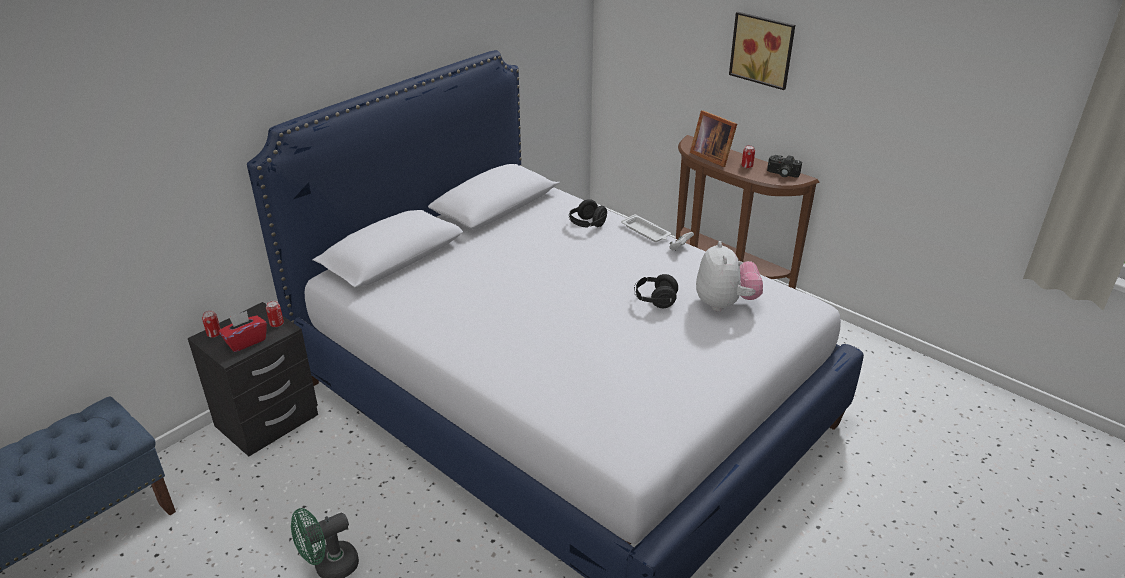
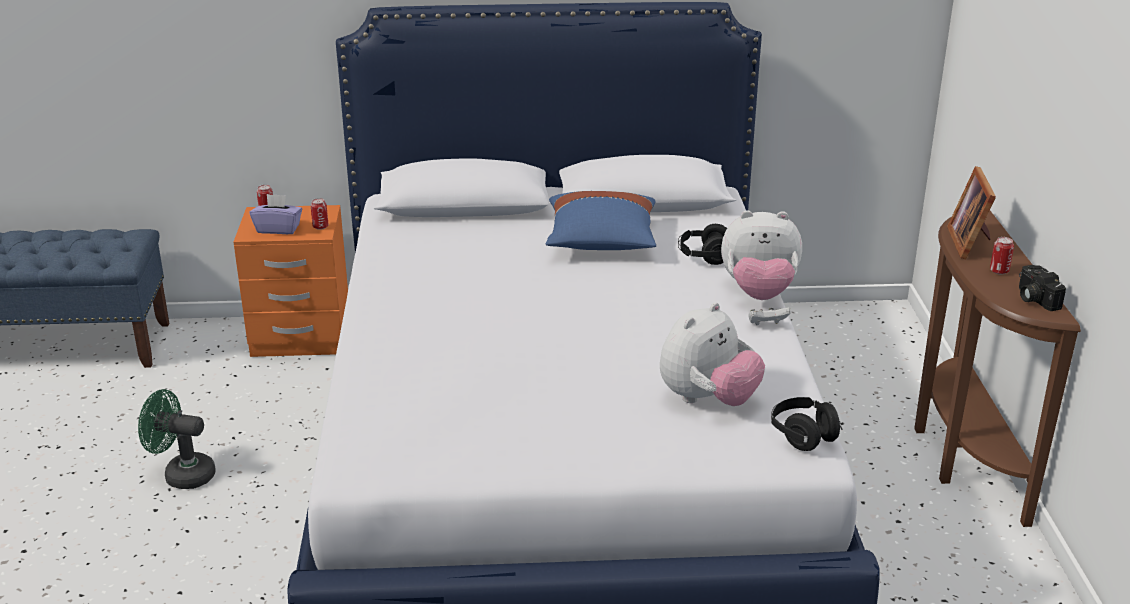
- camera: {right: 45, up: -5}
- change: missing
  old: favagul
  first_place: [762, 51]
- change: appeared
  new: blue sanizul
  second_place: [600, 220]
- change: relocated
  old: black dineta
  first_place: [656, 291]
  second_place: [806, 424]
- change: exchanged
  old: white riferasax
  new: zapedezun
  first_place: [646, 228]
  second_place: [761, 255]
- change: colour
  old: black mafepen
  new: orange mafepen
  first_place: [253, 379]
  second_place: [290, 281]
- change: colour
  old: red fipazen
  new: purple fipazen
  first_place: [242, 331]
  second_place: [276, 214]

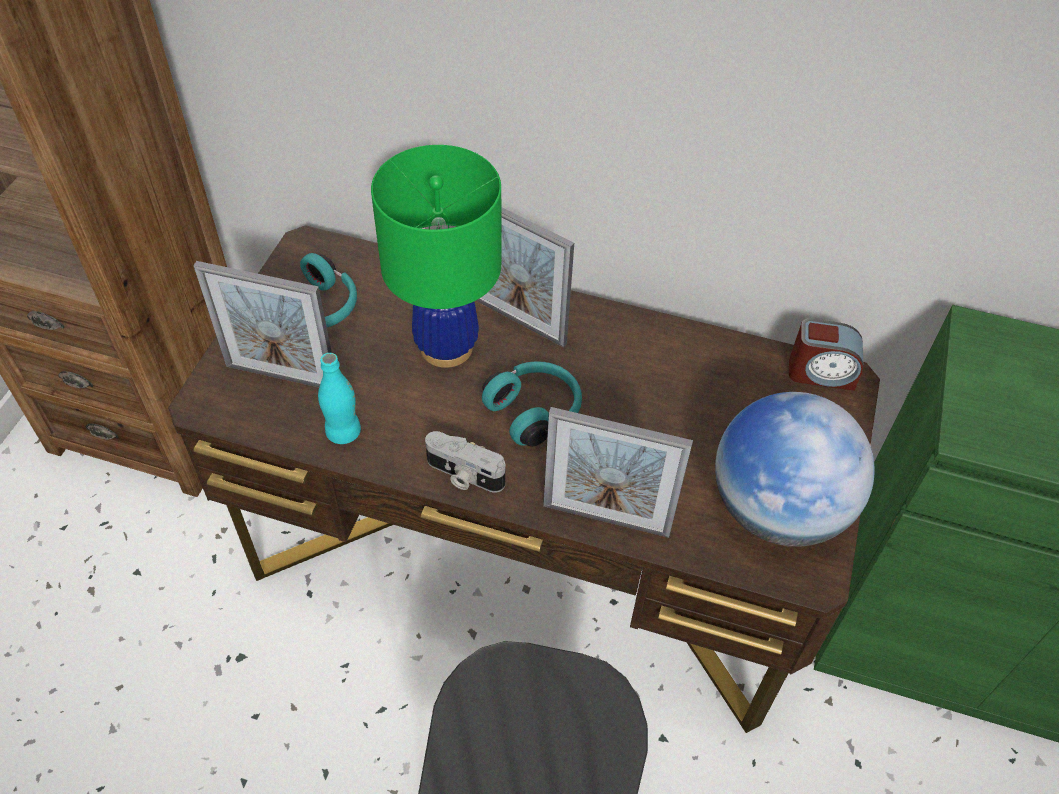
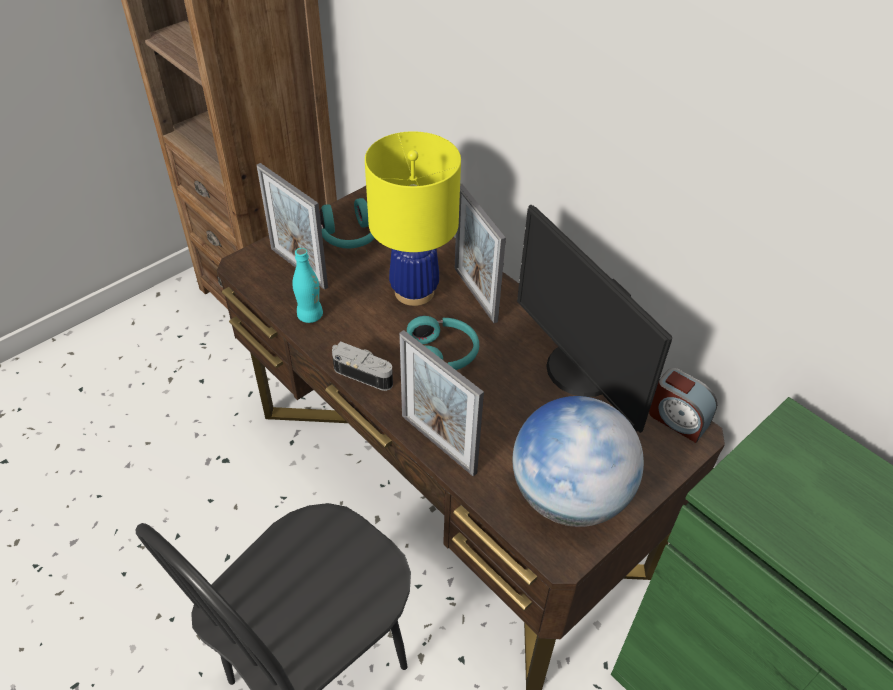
- camera: {right: 30, up: -5}
- change: appeared
  new: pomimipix
  second_place: [594, 319]
- change: colour
  old: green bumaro
  new: yellow bumaro
  first_place: [436, 256]
  second_place: [413, 218]
- change: spun
  old: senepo
  first_place: [465, 462]
  second_place: [362, 366]
  degrees: 150

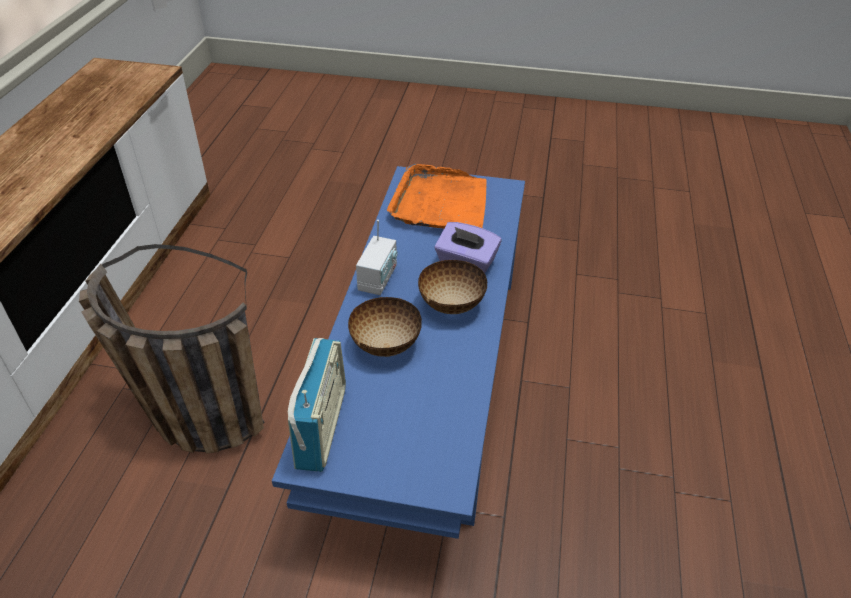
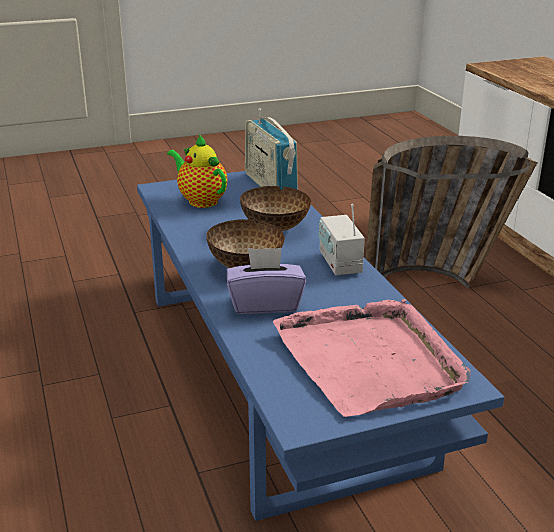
- camera: {right: 150, up: -15}
- change: appeared
  new: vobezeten
  second_place: [197, 171]
- change: colour
  old: orange riferasax
  new: pink riferasax
  first_place: [437, 196]
  second_place: [372, 358]

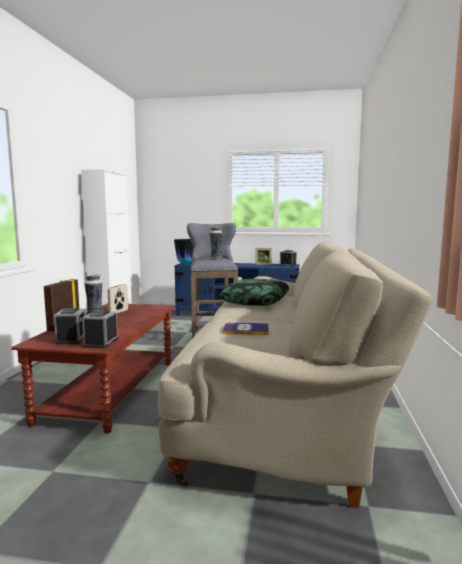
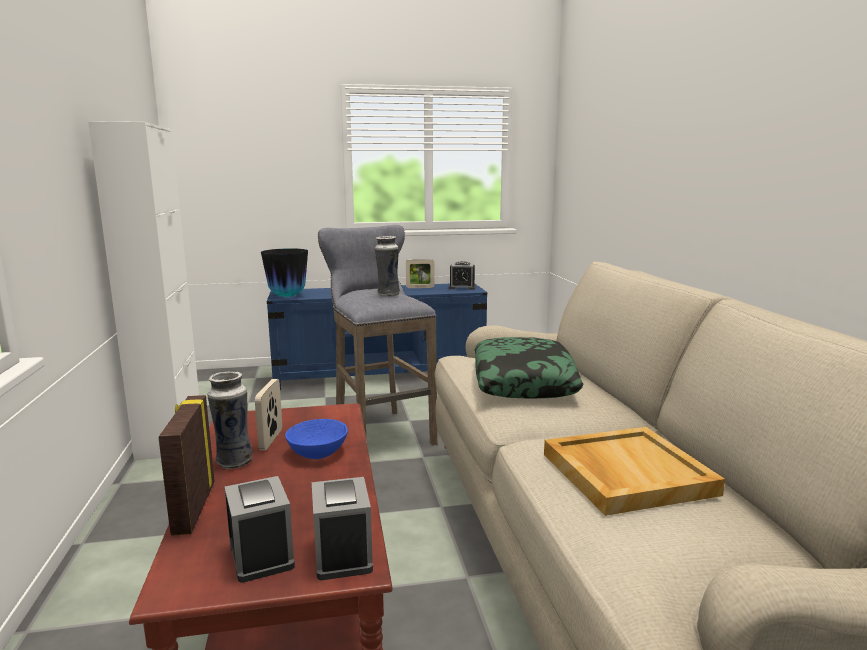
- camera: {right: -20, up: 5}
- change: appeared
  new: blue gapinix
  second_place: [316, 439]
- change: exchanged
  old: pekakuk
  new: beige riferasax
  first_place: [245, 329]
  second_place: [634, 471]

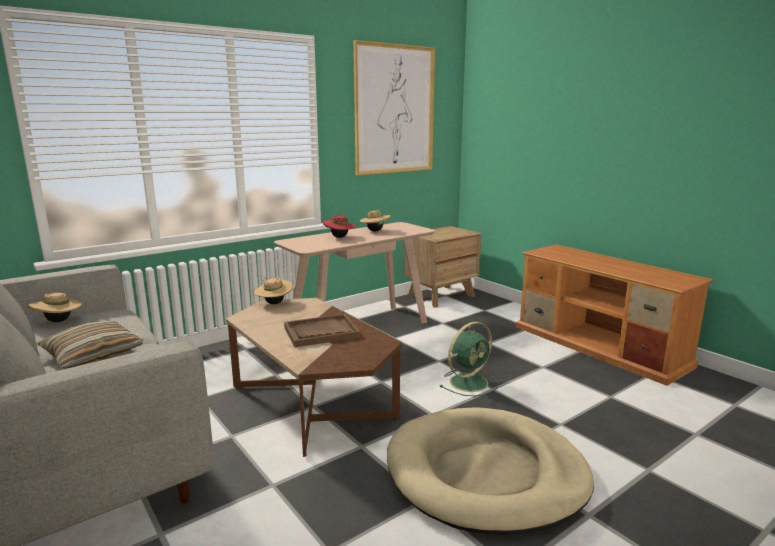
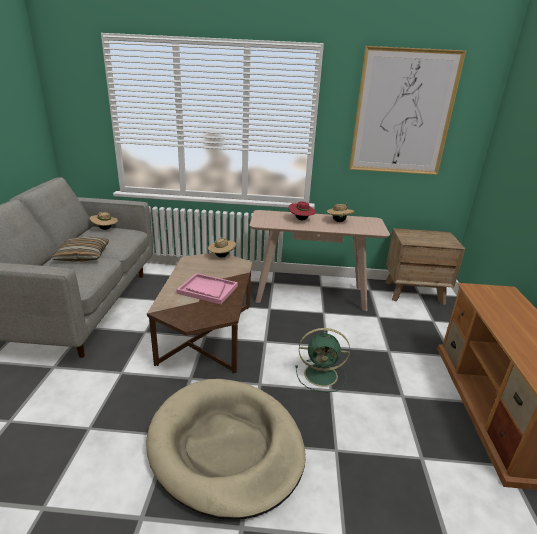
- camera: {right: 40, up: 10}
- change: colour
  old: brown riferasax
  new: pink riferasax
  first_place: [322, 330]
  second_place: [207, 288]

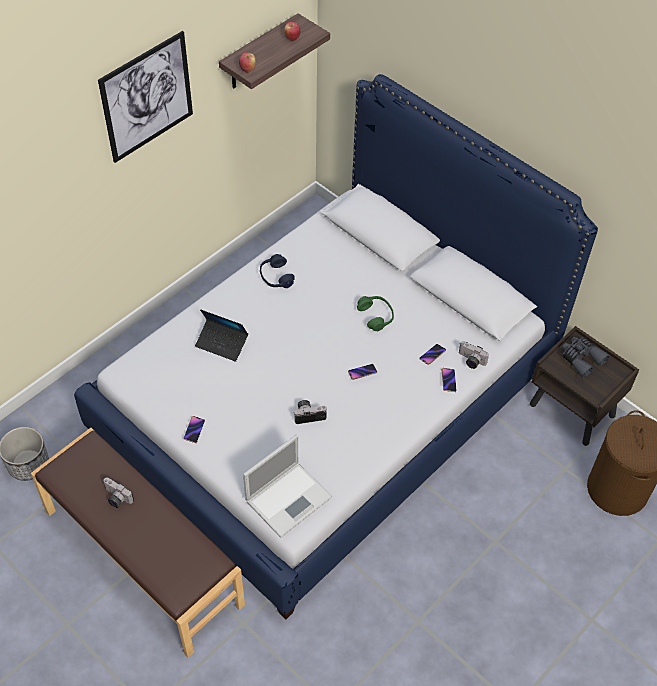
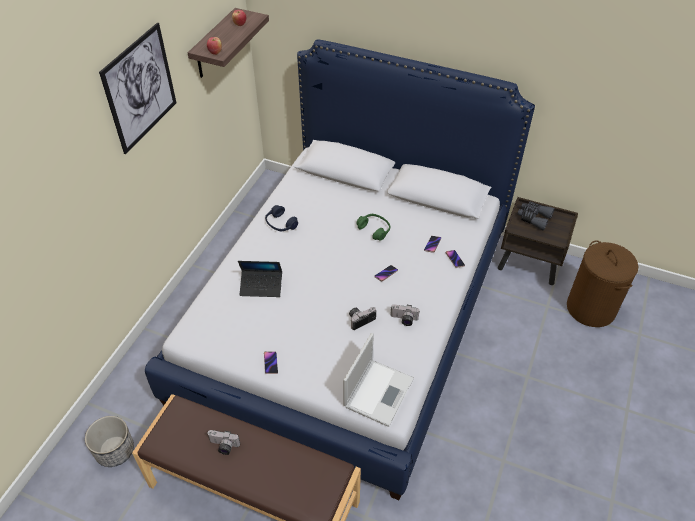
- camera: {right: -20, up: -5}
- change: relocated
  old: senepo
  first_place: [474, 355]
  second_place: [405, 315]

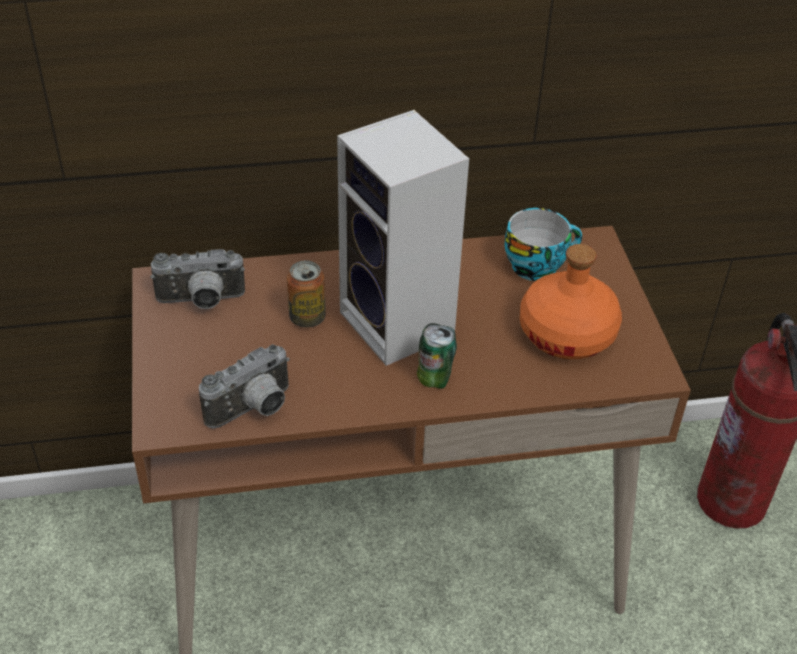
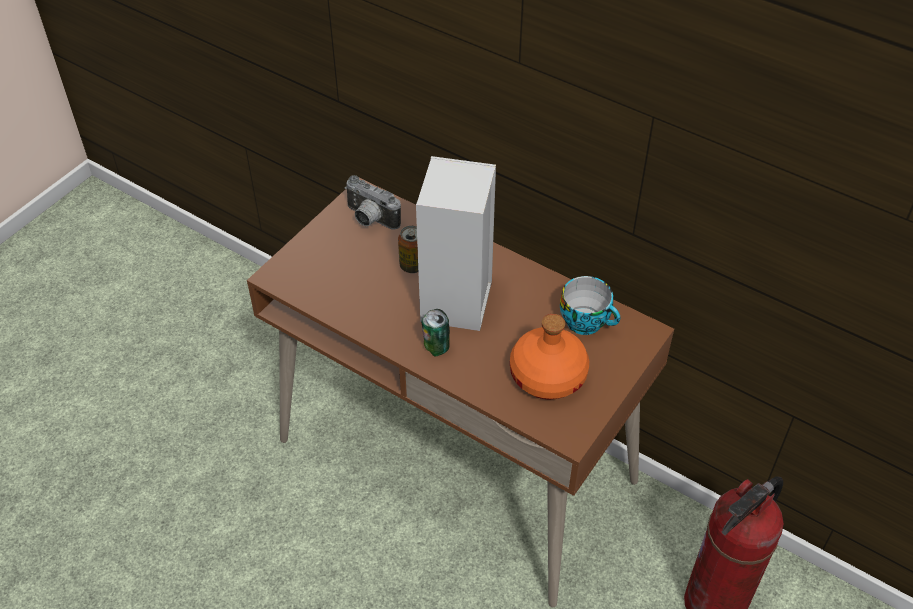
- camera: {right: 45, up: 5}
- change: missing
  old: senepo
  first_place: [244, 386]

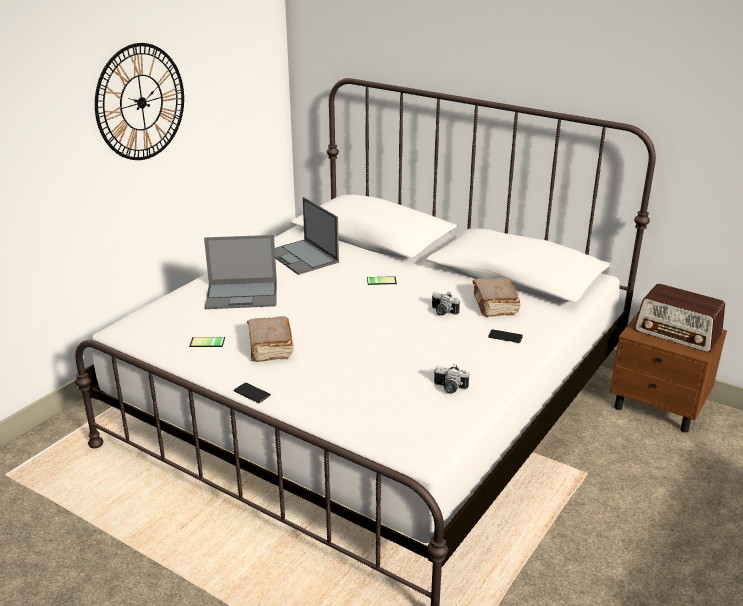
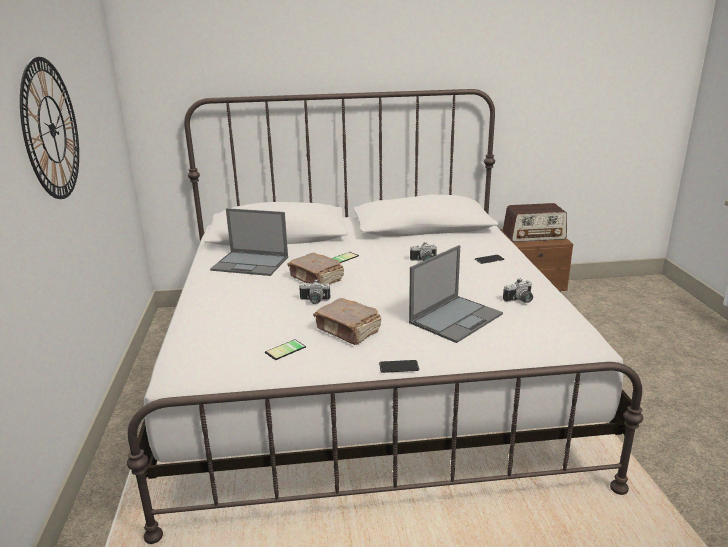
- camera: {right: -40, up: -5}
- change: appeared
  new: senepo
  second_place: [315, 291]
- change: relocated
  old: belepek
  first_place: [240, 272]
  second_place: [456, 294]
- change: relocated
  old: brown pekakuk
  first_place: [496, 297]
  second_place: [315, 268]

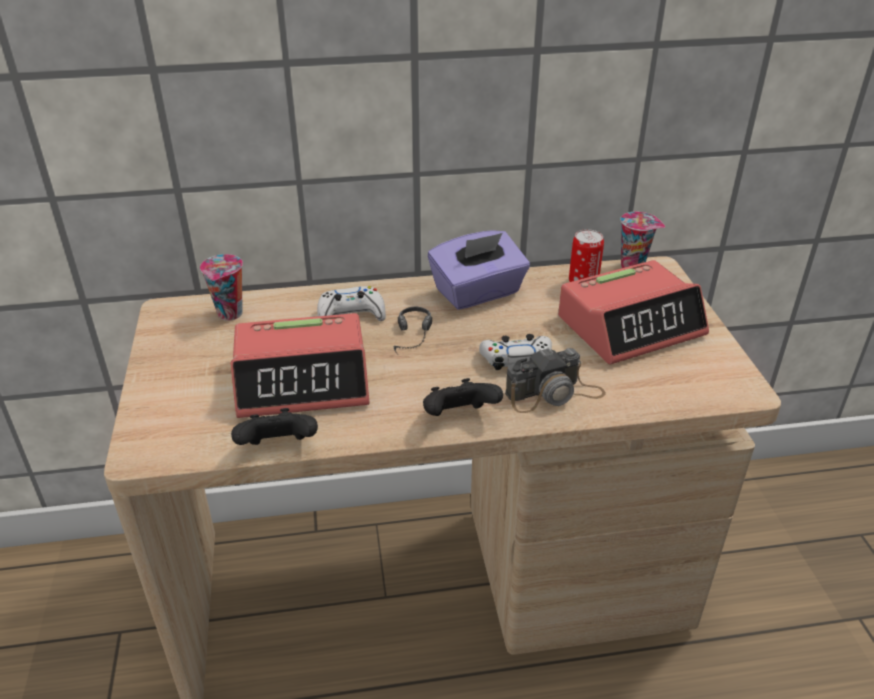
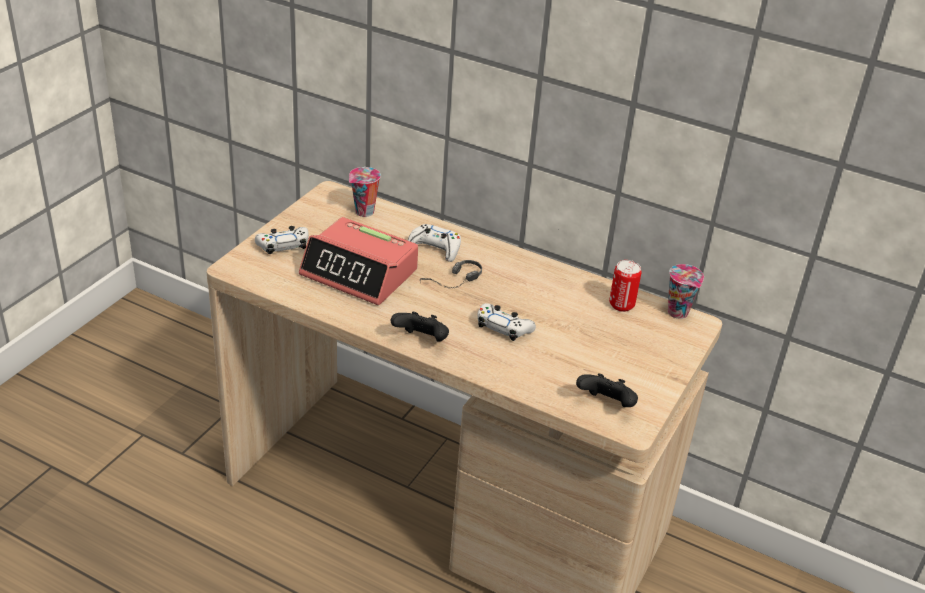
- camera: {right: 35, up: 0}
- change: missing
  old: purple fipazen
  first_place: [479, 270]
- change: missing
  old: senepo
  first_place: [555, 380]
- change: missing
  old: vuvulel
  first_place: [633, 312]
- change: appeared
  new: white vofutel
  second_place: [282, 240]
- change: relocated
  old: black vofutel
  first_place: [274, 426]
  second_place: [607, 390]

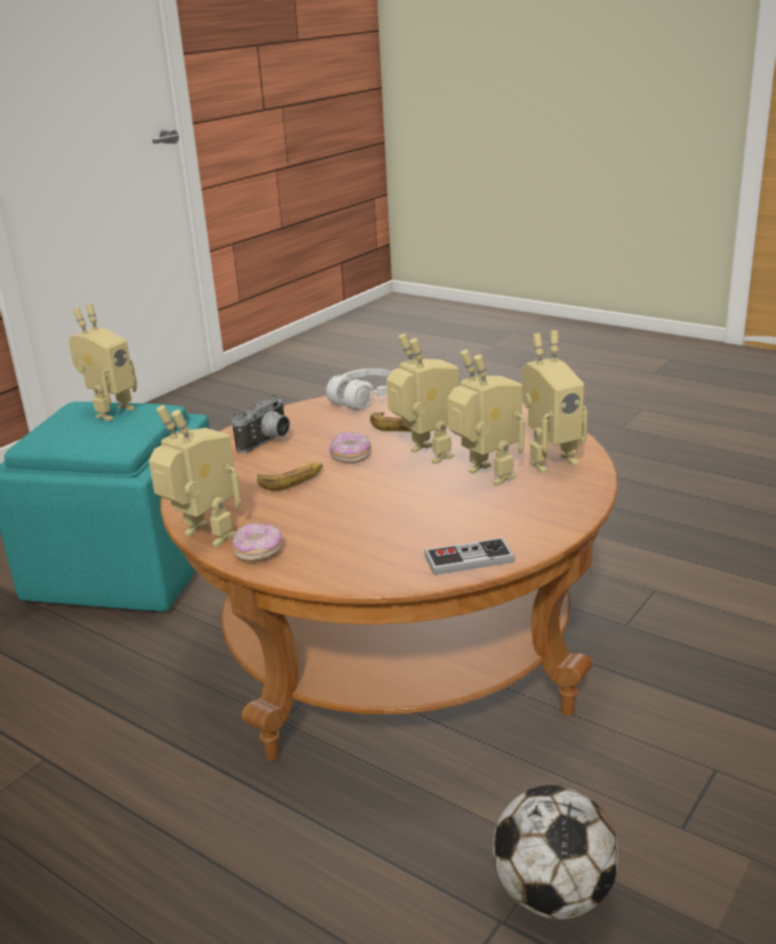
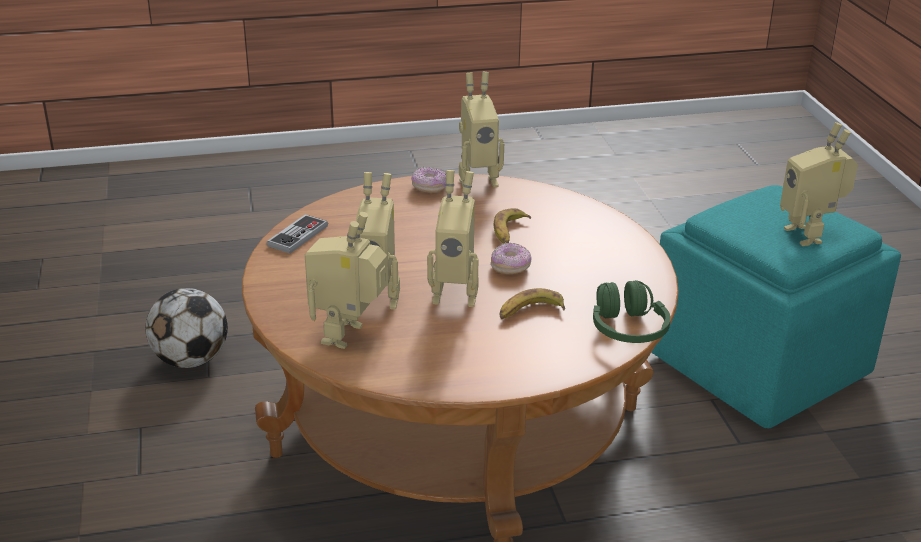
- camera: {right: 130, up: 5}
- change: missing
  old: senepo
  first_place: [261, 424]
- change: colour
  old: white dineta
  new: green dineta
  first_place: [359, 389]
  second_place: [632, 311]

